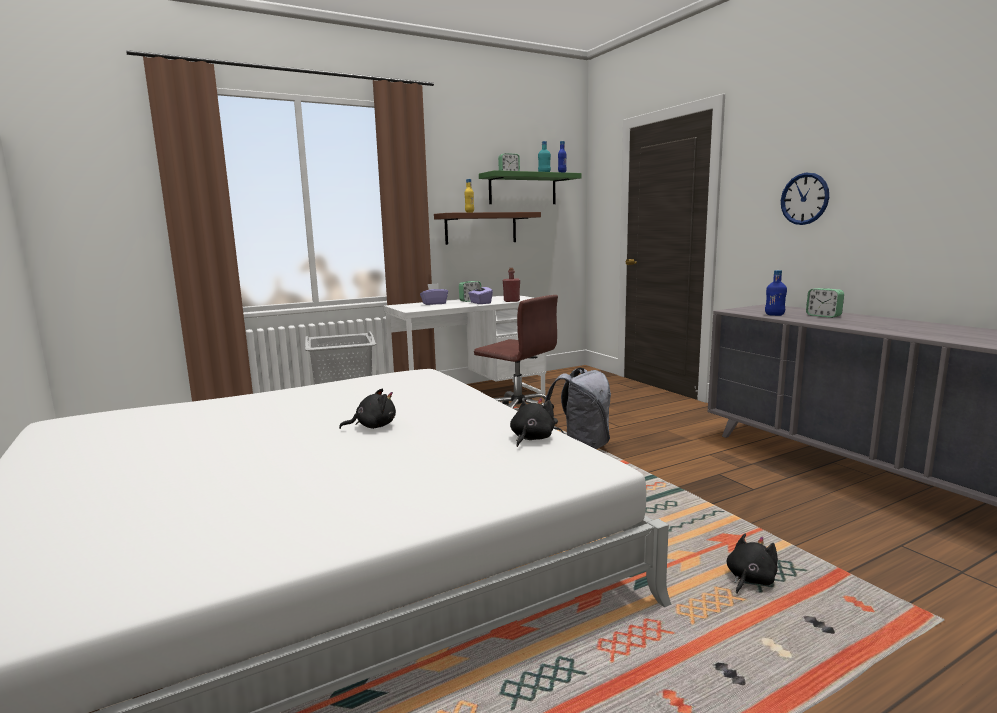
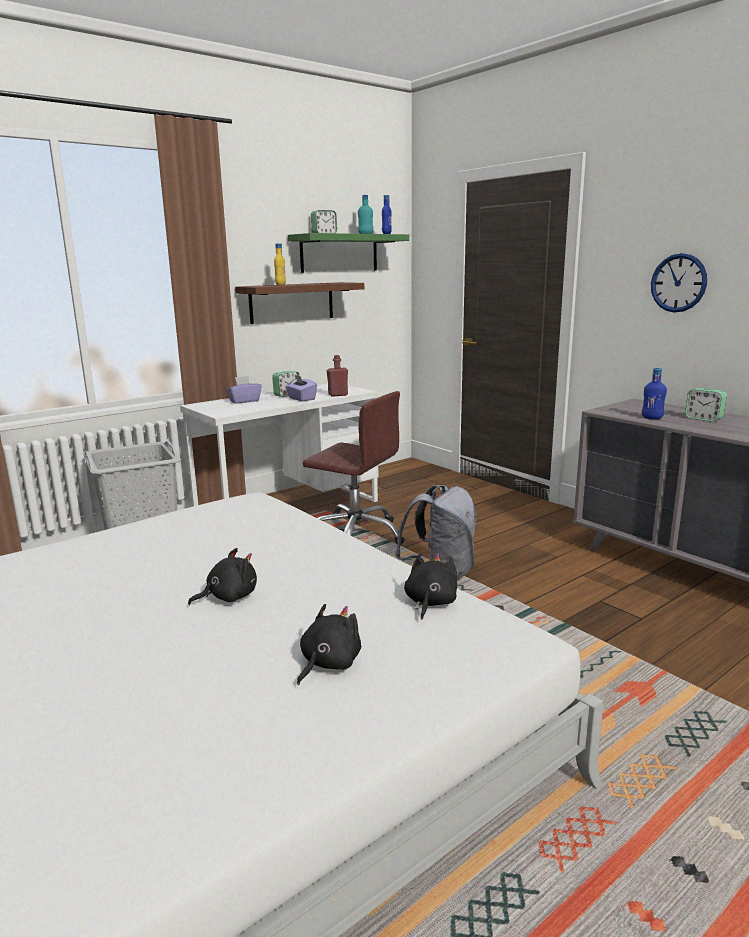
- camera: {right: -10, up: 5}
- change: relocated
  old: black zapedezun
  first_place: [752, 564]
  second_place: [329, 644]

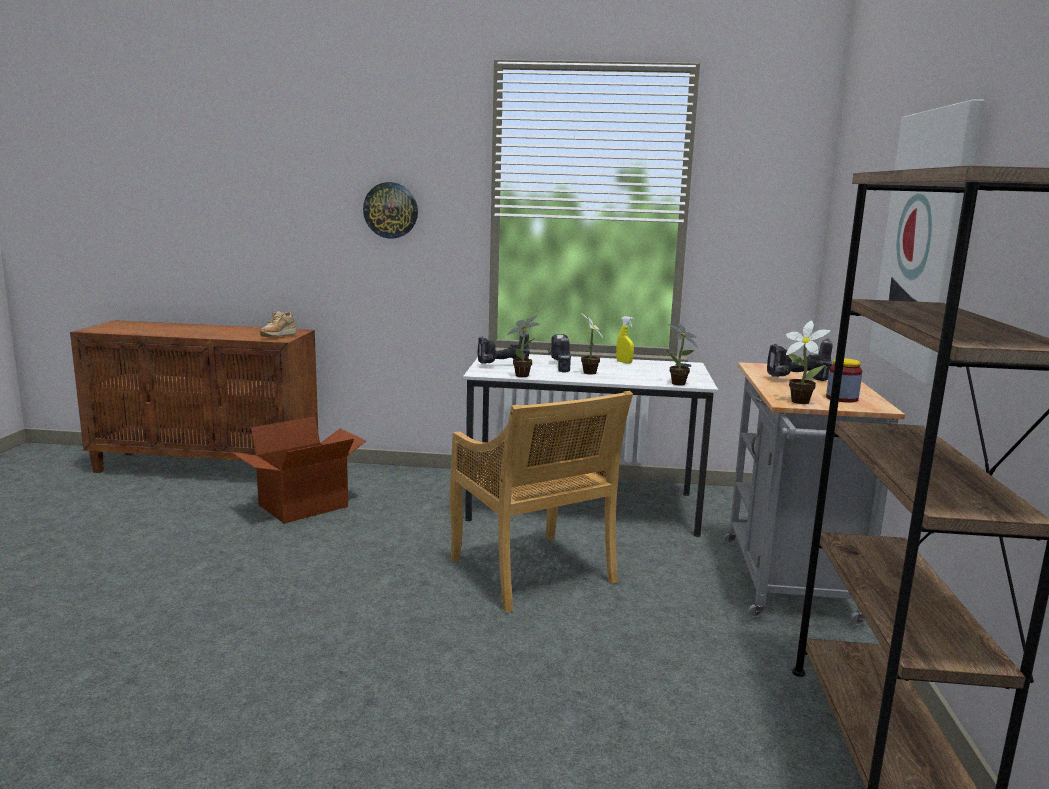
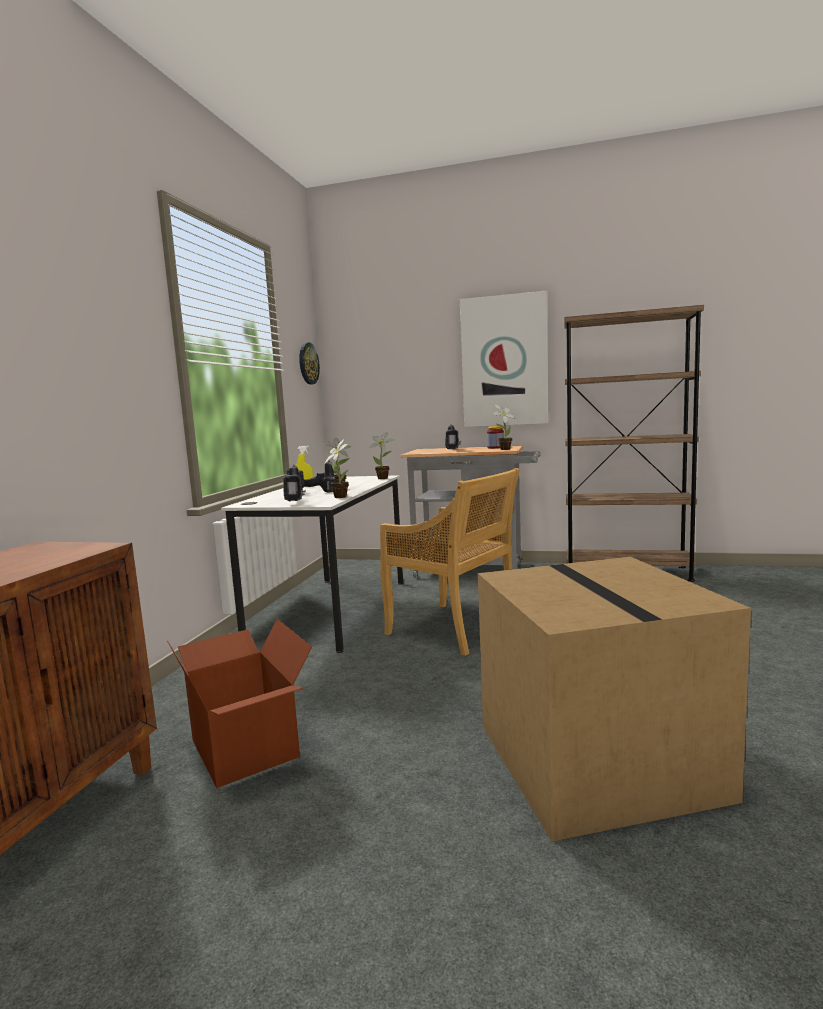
- camera: {right: -80, up: -5}
- change: missing
  old: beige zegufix
  first_place: [277, 324]
- change: appeared
  new: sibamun
  second_place: [614, 699]
- change: relocated
  old: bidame
  first_place: [390, 210]
  second_place: [309, 363]
- change: spun
  old: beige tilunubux
  first_place: [541, 501]
  second_place: [450, 562]
  degrees: 60

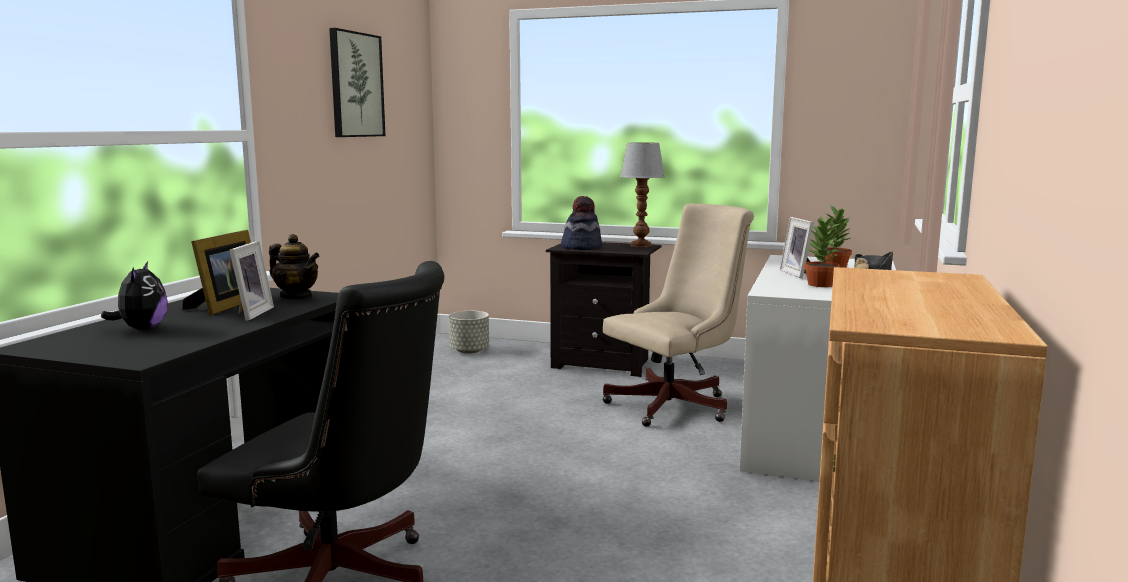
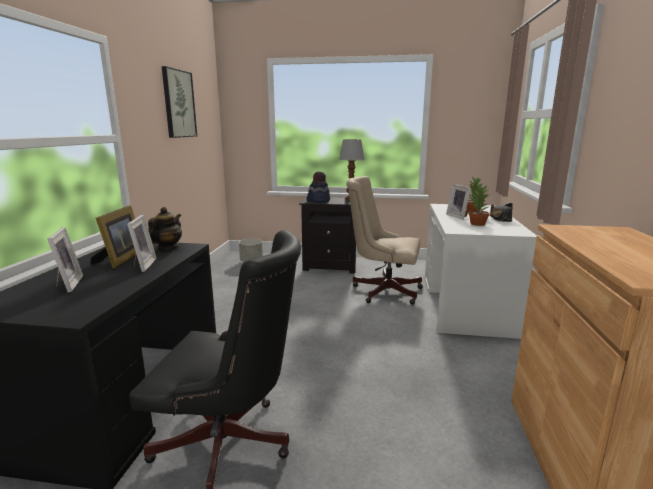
- camera: {right: -10, up: 5}
- change: exchanged
  old: zapedezun
  new: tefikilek
  first_place: [134, 295]
  second_place: [65, 259]
- change: spun
  old: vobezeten
  first_place: [294, 266]
  second_place: [165, 229]
  degrees: -90
- change: spun
  old: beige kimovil
  first_place: [678, 315]
  second_place: [384, 240]
  degrees: -120

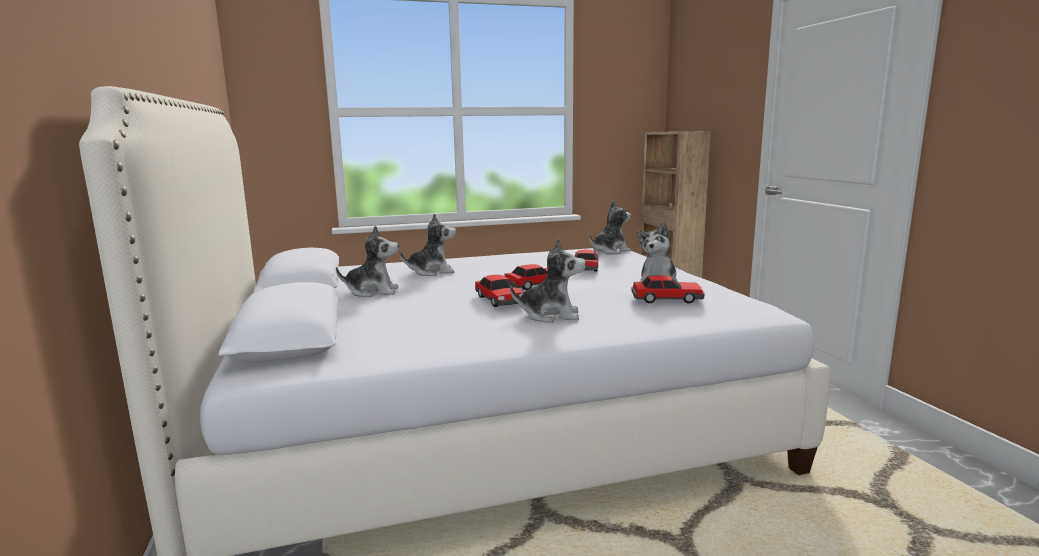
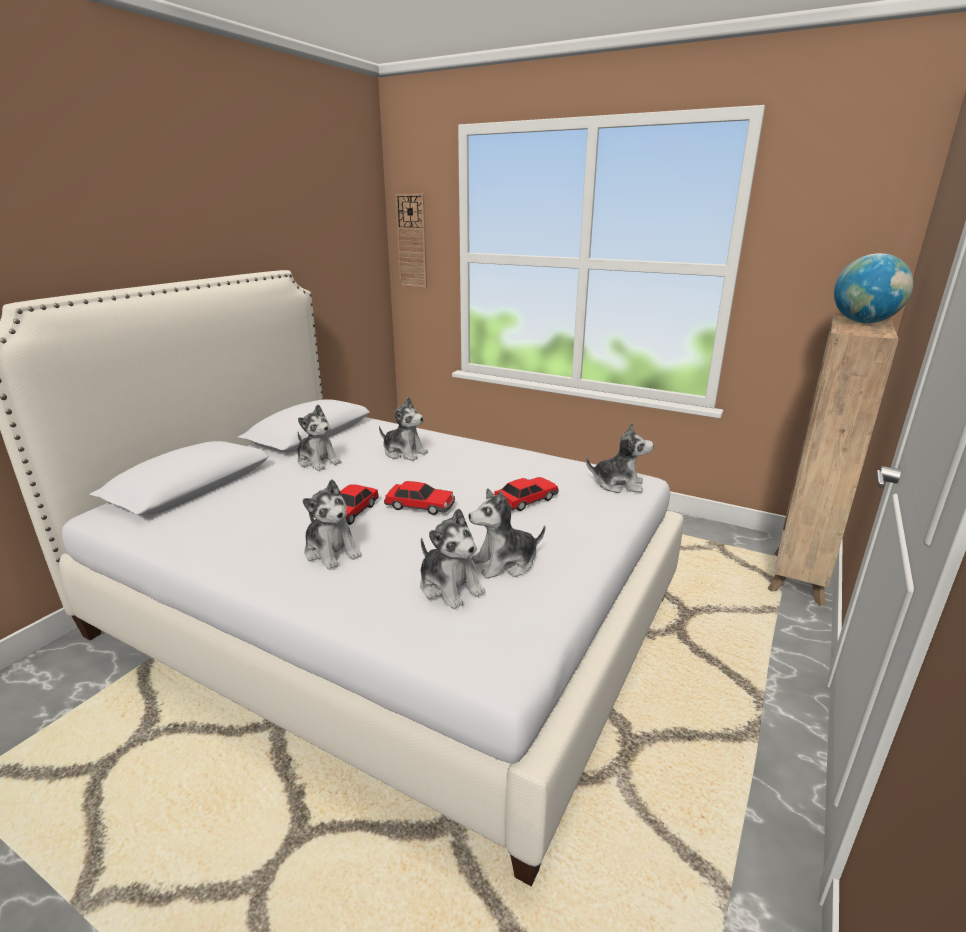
- camera: {right: 45, up: 10}
- change: appeared
  new: bidame
  second_place: [411, 241]
- change: appeared
  new: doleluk
  second_place: [873, 288]
- change: exchanged
  old: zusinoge
  new: zapedezun
  first_place: [667, 289]
  second_place: [453, 558]

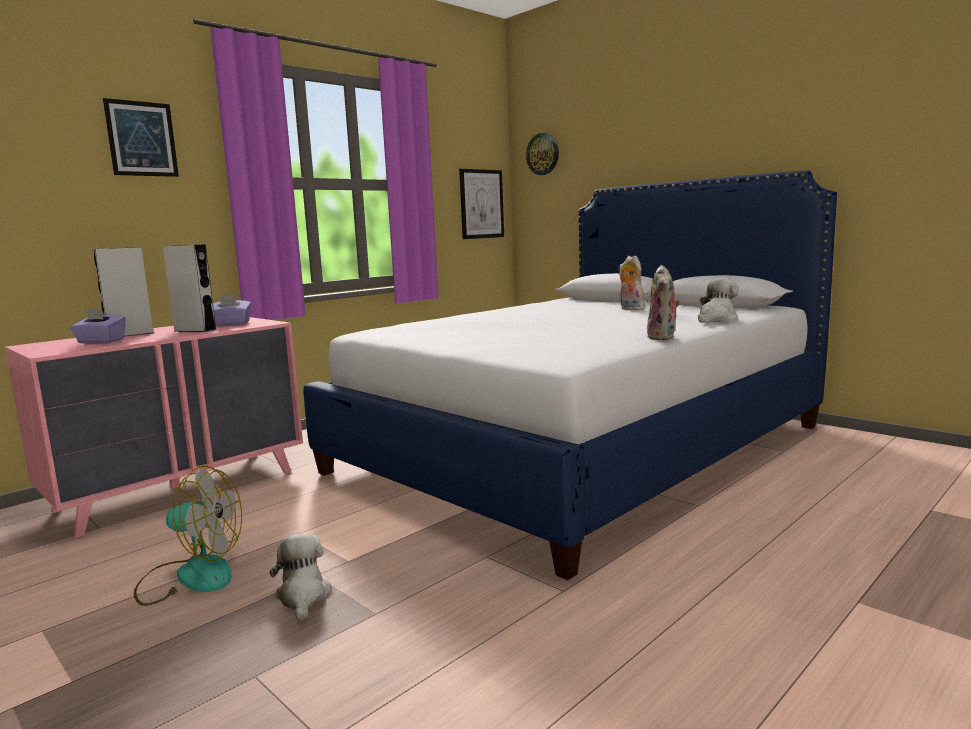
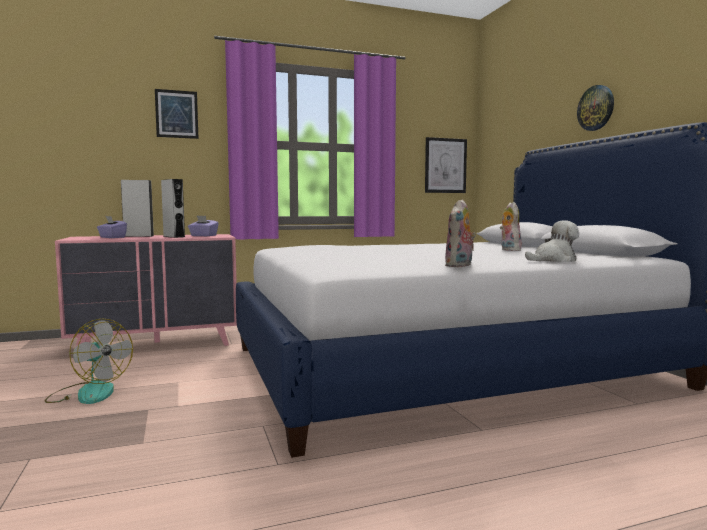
- camera: {right: 25, up: -5}
- change: missing
  old: zapedezun
  first_place: [301, 577]
- change: relocated
  old: bidame
  first_place: [542, 154]
  second_place: [595, 108]

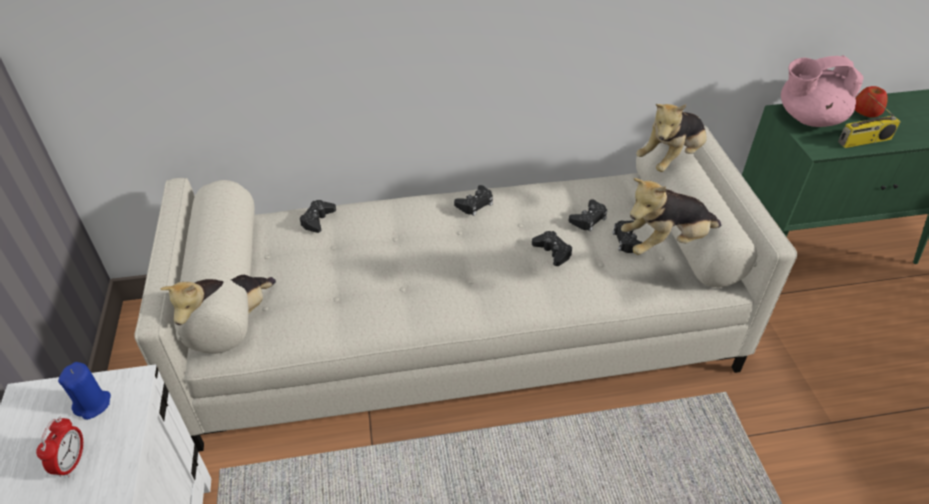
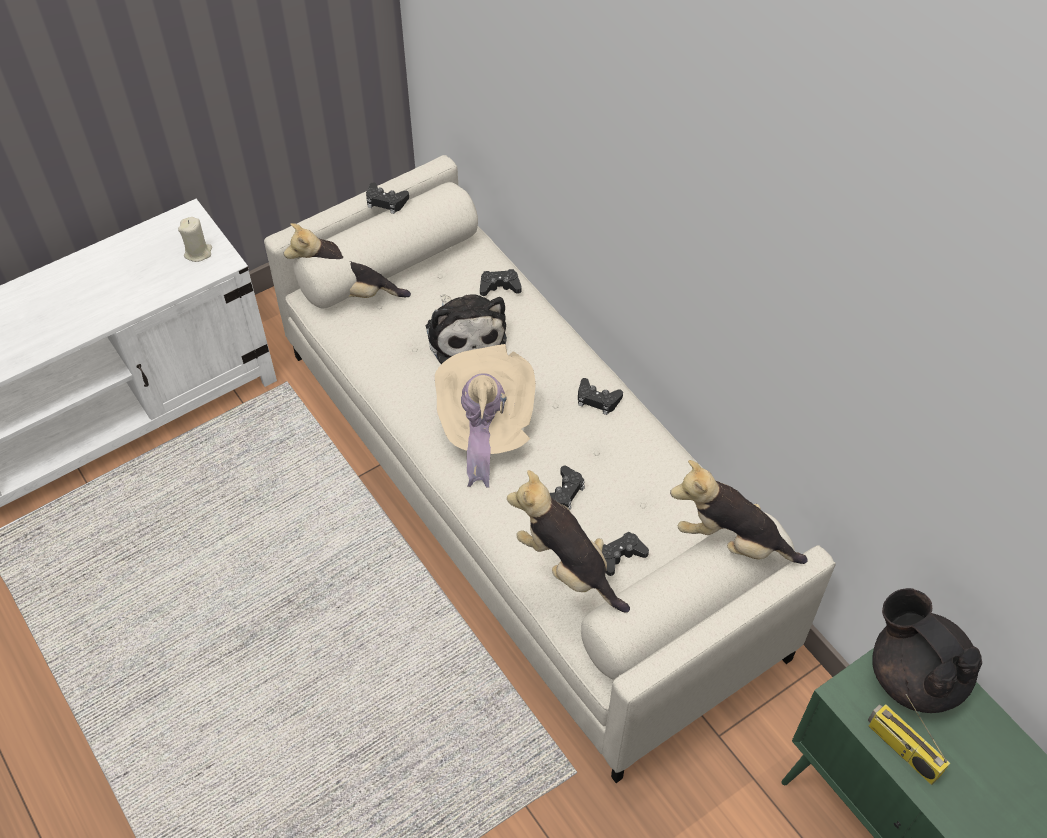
- camera: {right: 65, up: 10}
- change: missing
  old: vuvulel
  first_place: [60, 447]
- change: missing
  old: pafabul
  first_place: [871, 102]
- change: appeared
  new: zapedezun
  second_place: [466, 329]
- change: appeared
  new: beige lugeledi
  second_place: [485, 416]
- change: relocated
  old: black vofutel
  first_place: [588, 215]
  second_place: [387, 198]
- change: colour
  old: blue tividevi
  new: beige tividevi
  first_place: [84, 391]
  second_place: [195, 239]
- change: colour
  old: pink vobezeten
  new: black vobezeten
  first_place: [822, 91]
  second_place: [927, 650]

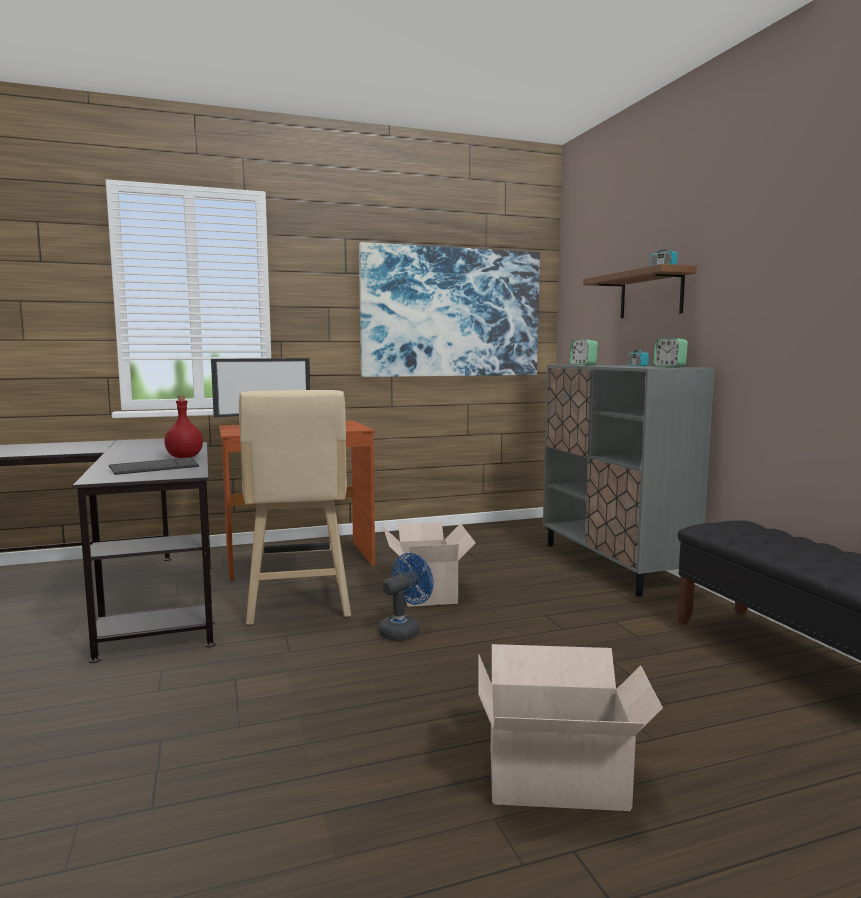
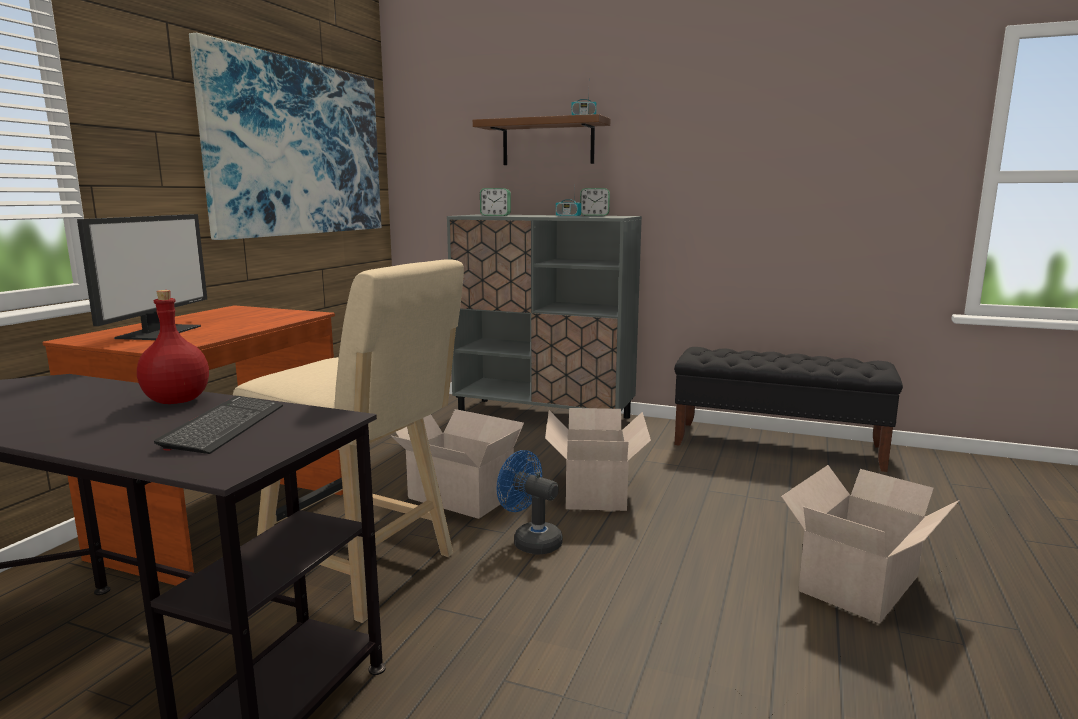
- camera: {right: -50, up: 5}
- change: appeared
  new: sibamun
  second_place: [598, 459]
- change: spun
  old: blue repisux
  first_place: [406, 597]
  second_place: [530, 502]
  degrees: -45

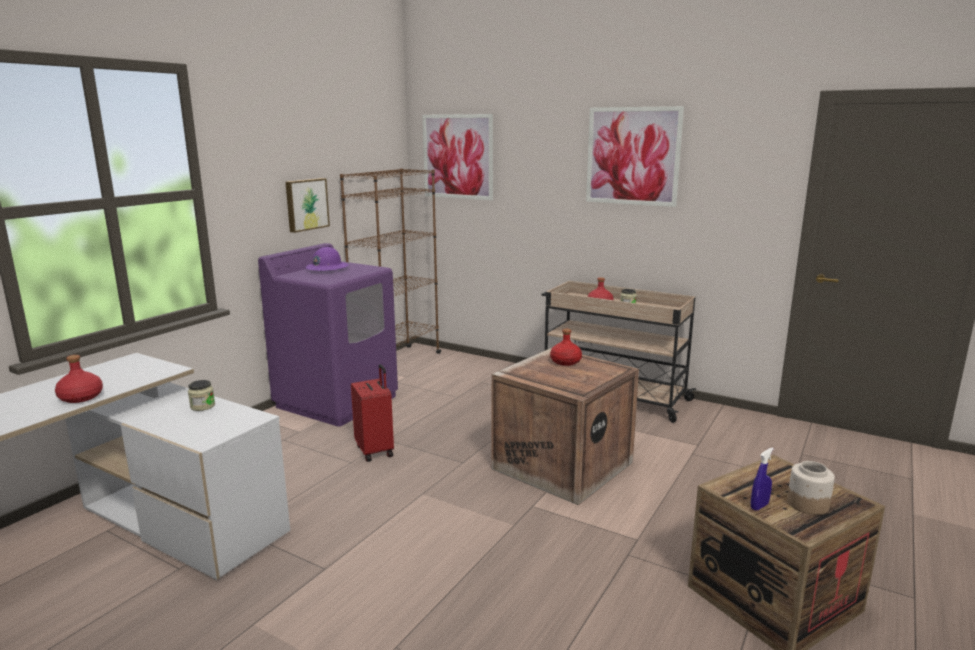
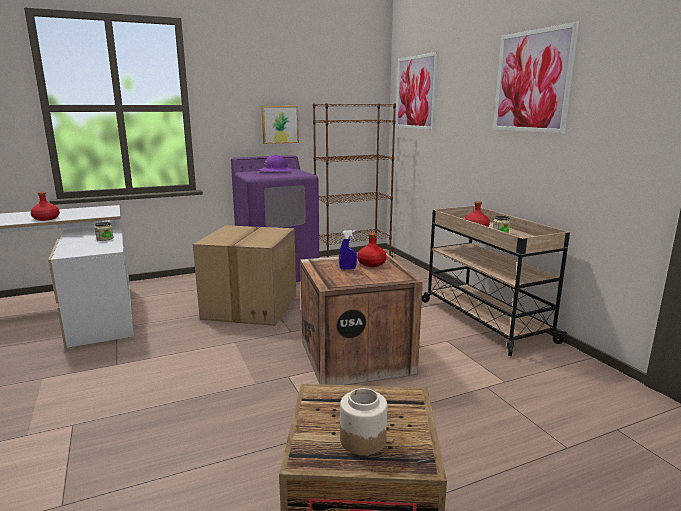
- camera: {right: 35, up: 0}
- change: relocated
  old: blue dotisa
  first_place: [762, 479]
  second_place: [348, 250]
- change: exchanged
  old: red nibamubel
  new: sibamun
  first_place: [372, 413]
  second_place: [244, 275]

